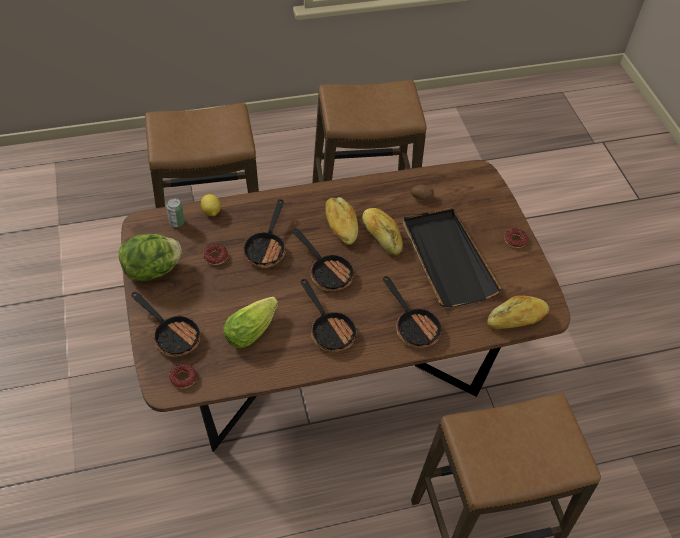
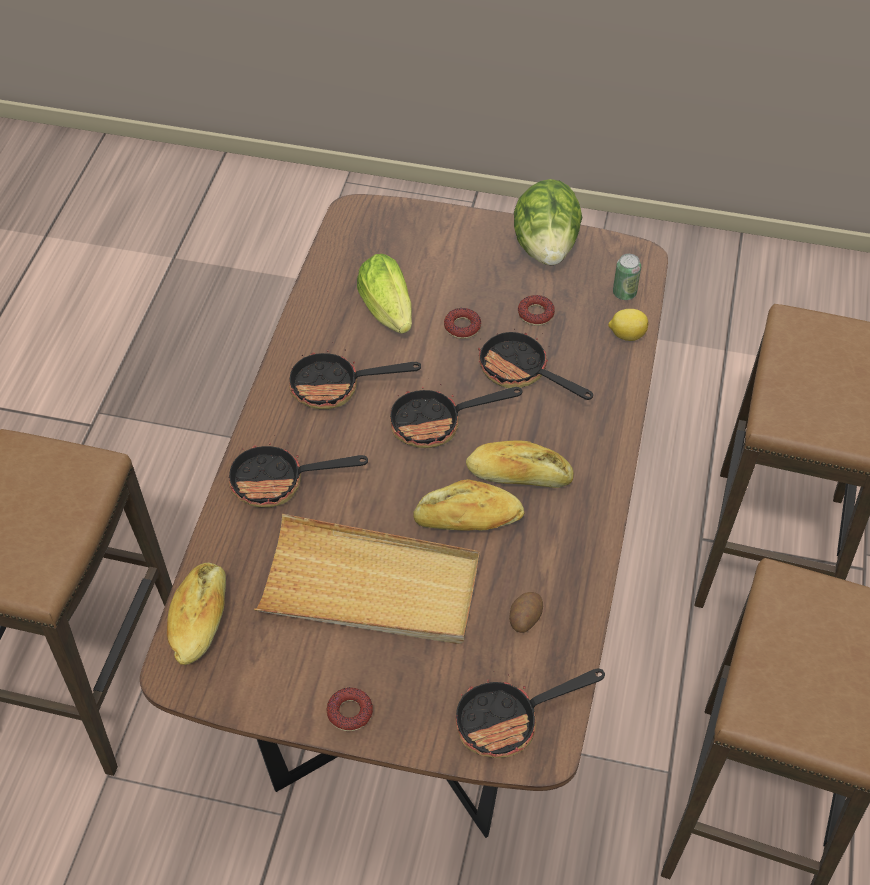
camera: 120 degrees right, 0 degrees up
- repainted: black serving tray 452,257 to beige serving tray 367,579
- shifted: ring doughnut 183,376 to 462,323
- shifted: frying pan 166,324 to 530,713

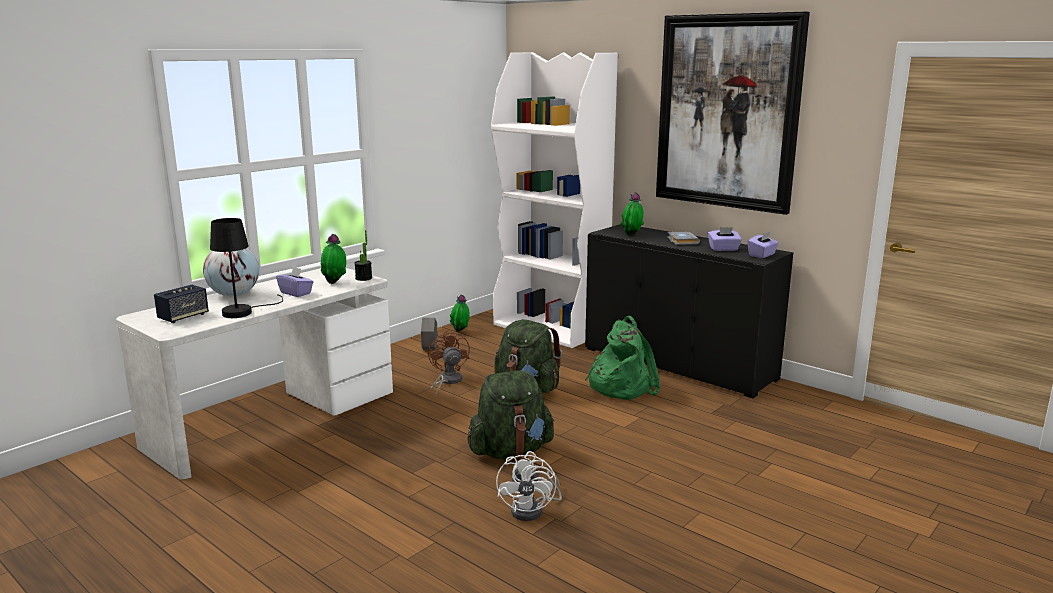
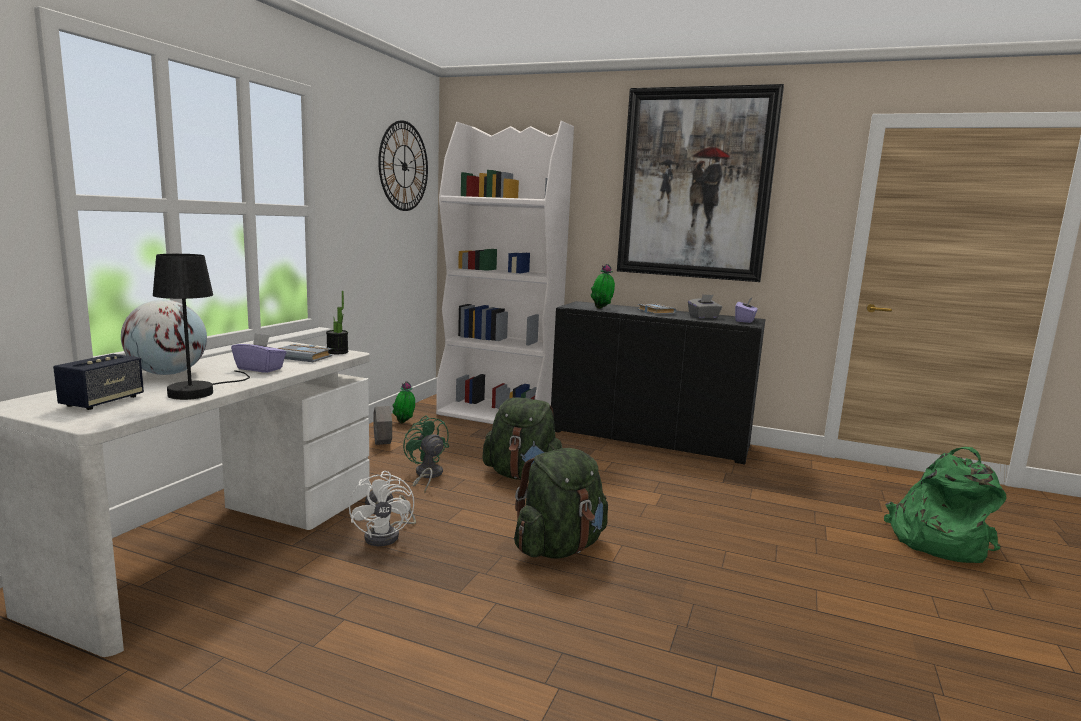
camera: 20 degrees left, 5 degrees down
- swapped: houseplant 333,259 to grey bound book 304,353
- shifted: whitish cooling fan 529,486 to 382,508
- new: hanging clock 403,165
- repainted: brownish cooling fan 449,362 to green cooling fan 426,454
- repainted: purplish box of tissues 725,239 to grey box of tissues 705,307
- shifted: green backpack 622,358 to 945,505

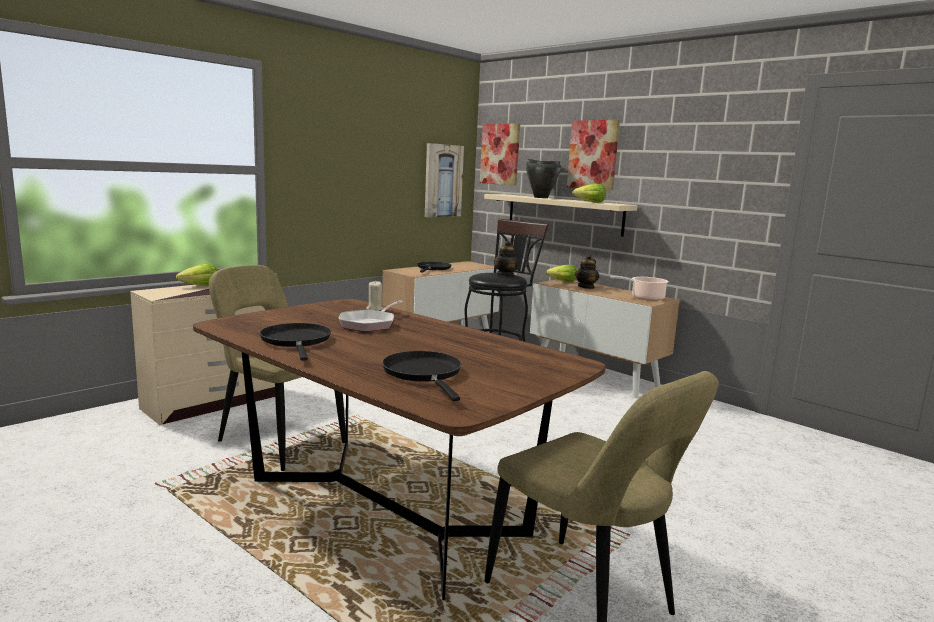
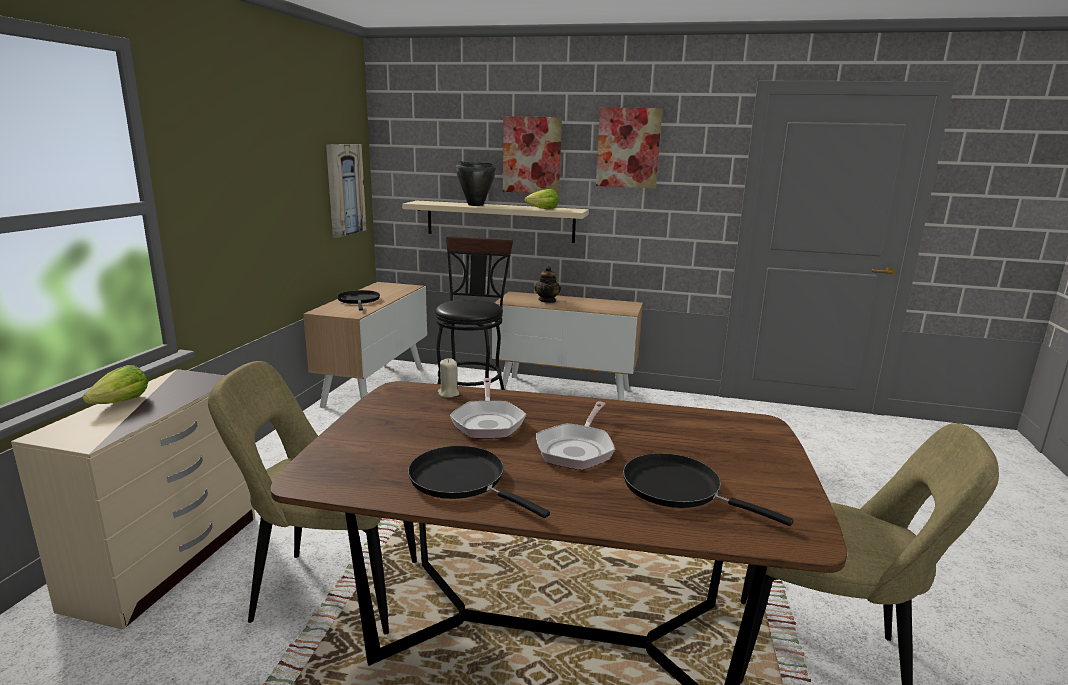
camera: 30 degrees left, 5 degrees up
- new: frying pan 575,436
- shifted: wall picture 500,154 to 629,148
- gone: tea pot 506,259
- gone: lettuce head 561,273
- gone: saucepot 639,288

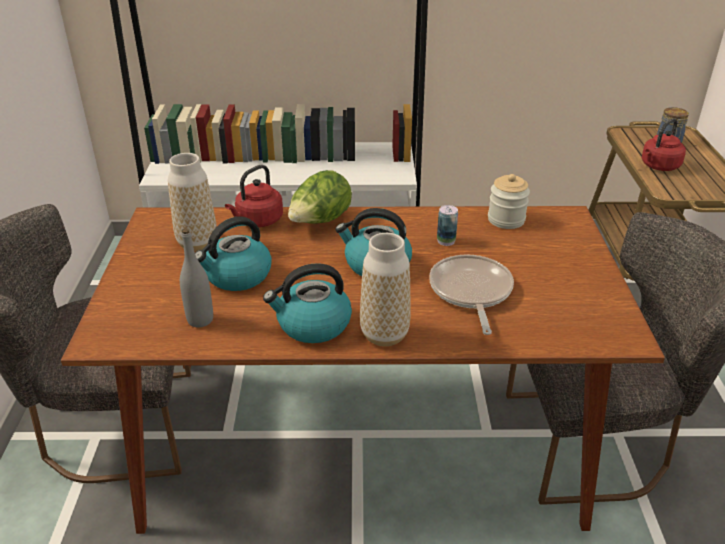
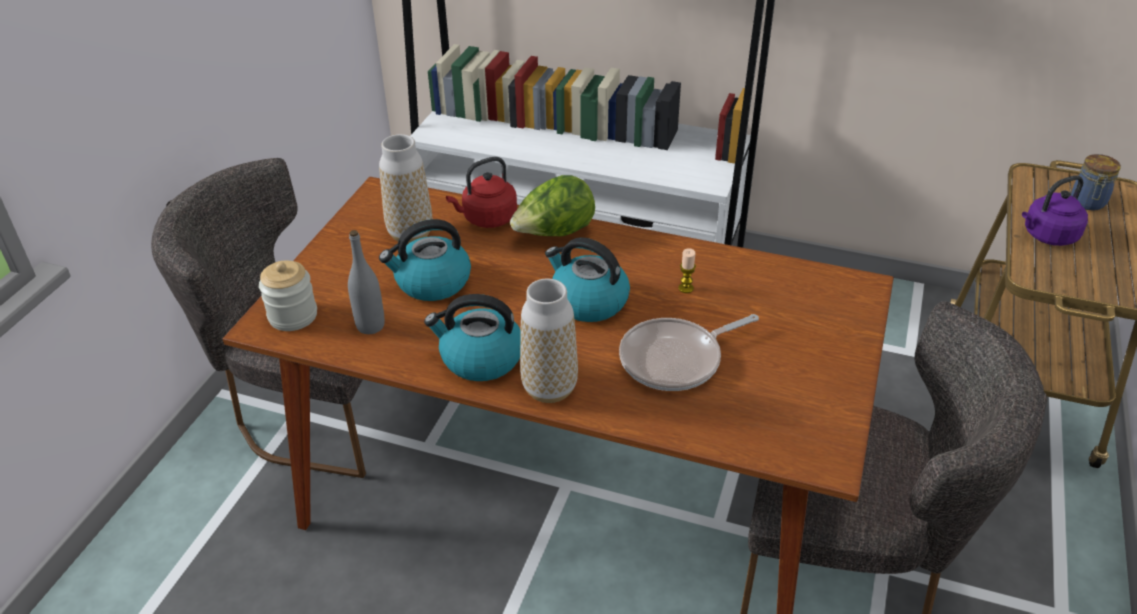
camera: 20 degrees right, 5 degrees up
- shifted: preserve jar 509,201 to 288,296
- rotated: frying pan 471,295 = 689,352 135 degrees counterclockwise
- swapped: metal can 447,225 to candle 687,270
- repainted: red-coloured kettle 664,144 to purplish kettle 1055,210

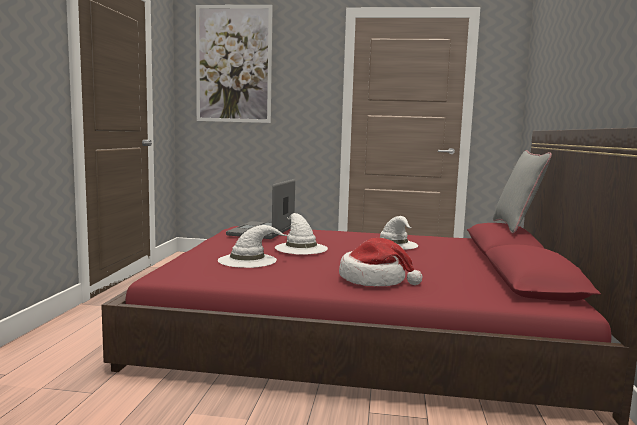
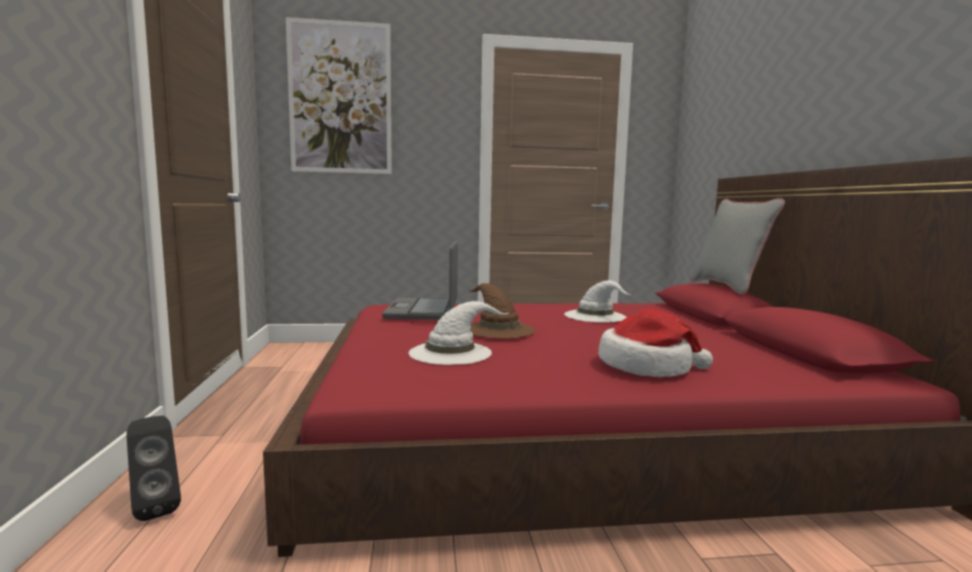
camera: 15 degrees left, 0 degrees up
- new: black audio speaker 154,468
- repainted: whitish hat 301,234 to brownish hat 501,310

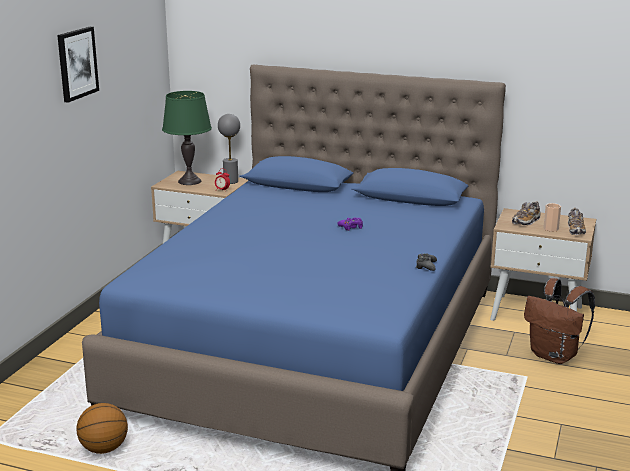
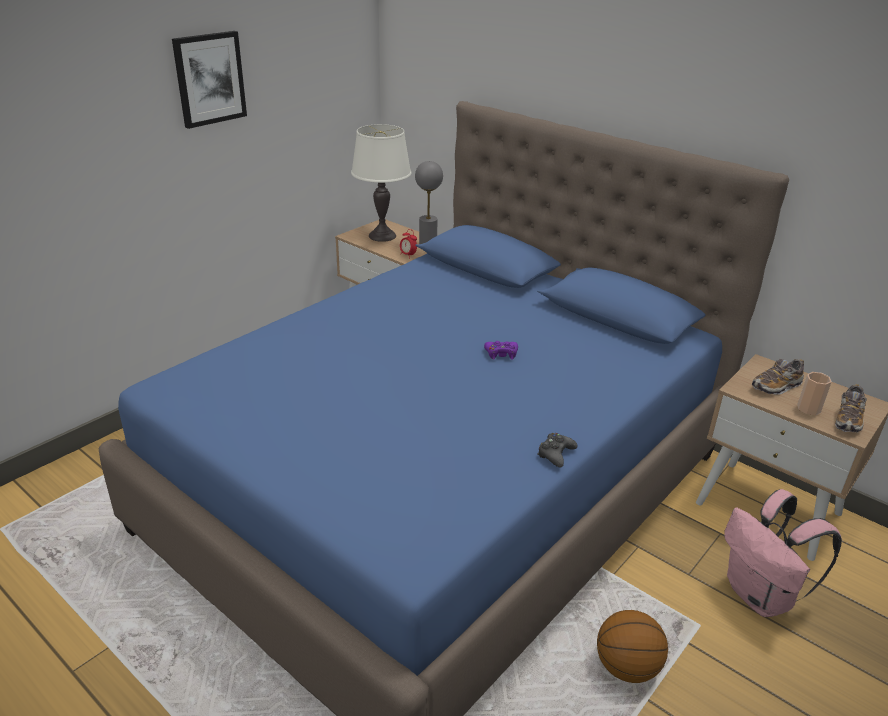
camera: 20 degrees right, 10 degrees up
- repainted: green lamp for a table 187,138 to whitish lamp for a table 381,183
- shifted: basketball ball 102,428 to 632,646
- repainted: brownish backpack 559,321 to pinkish backpack 783,553

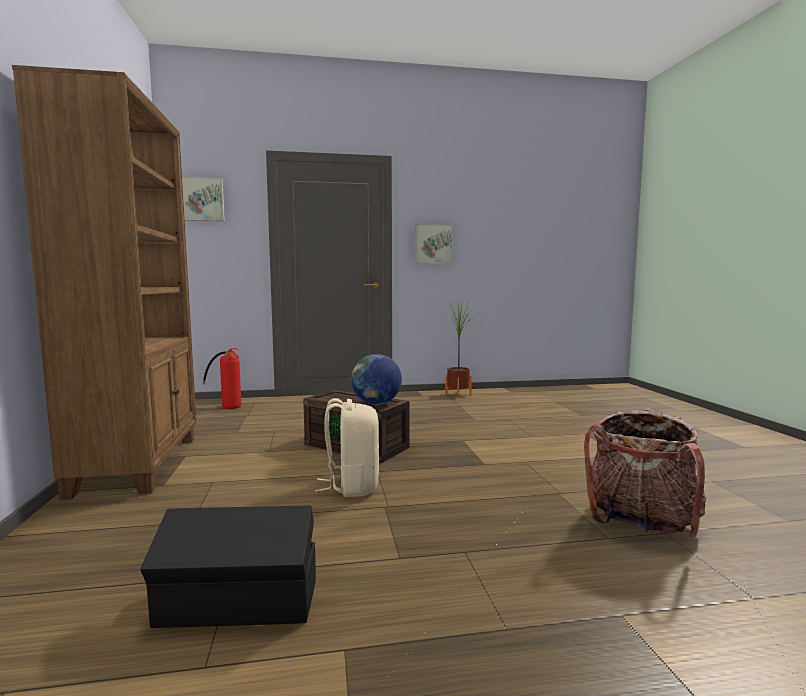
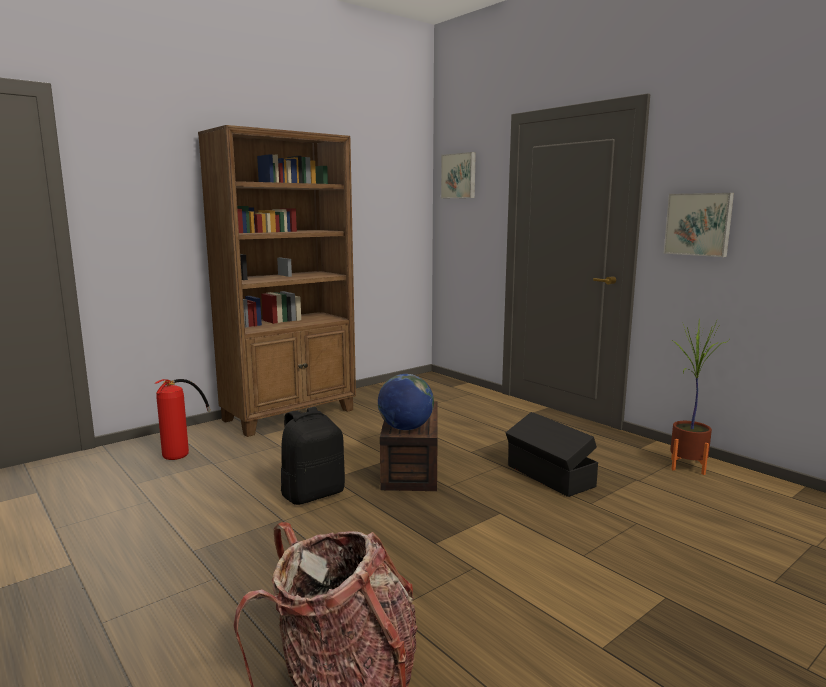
camera: 60 degrees right, 5 degrees up
- shifted: fire extinguisher 222,378 to 183,419
- repainted: beige backpack 347,447 to black backpack 313,456
- shifted: black storage bin 228,567 to 552,454

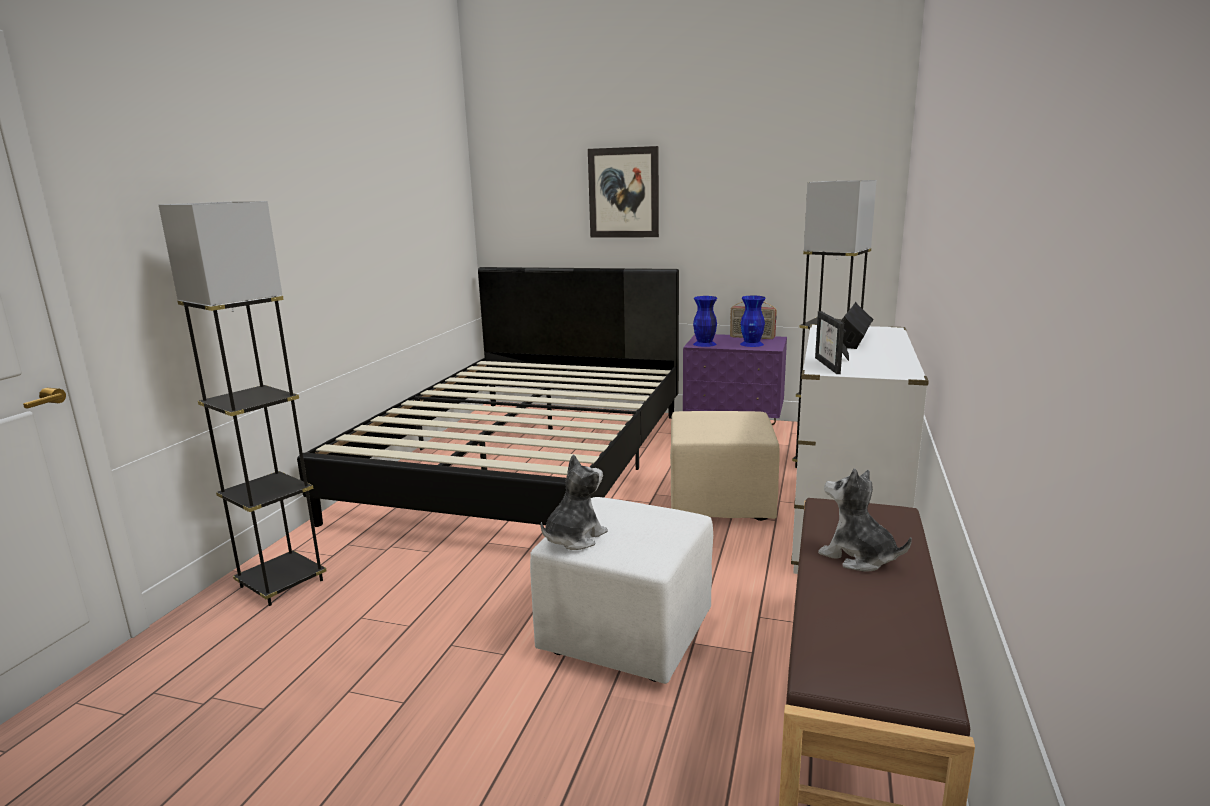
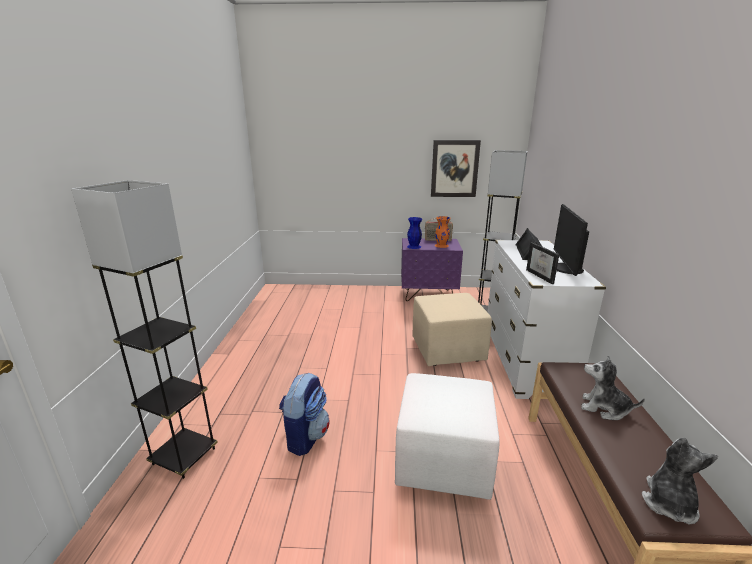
camera: 15 degrees left, 5 degrees up
- new: backpack 304,414
- shifted: wall picture 623,192 to 456,168
- repainted: bluish decorative vase 752,321 to orange decorative vase 443,232
- new: computer display 571,240
- shifted: soft toy 574,502 to 680,480
- gone: black sleeping bed 488,397

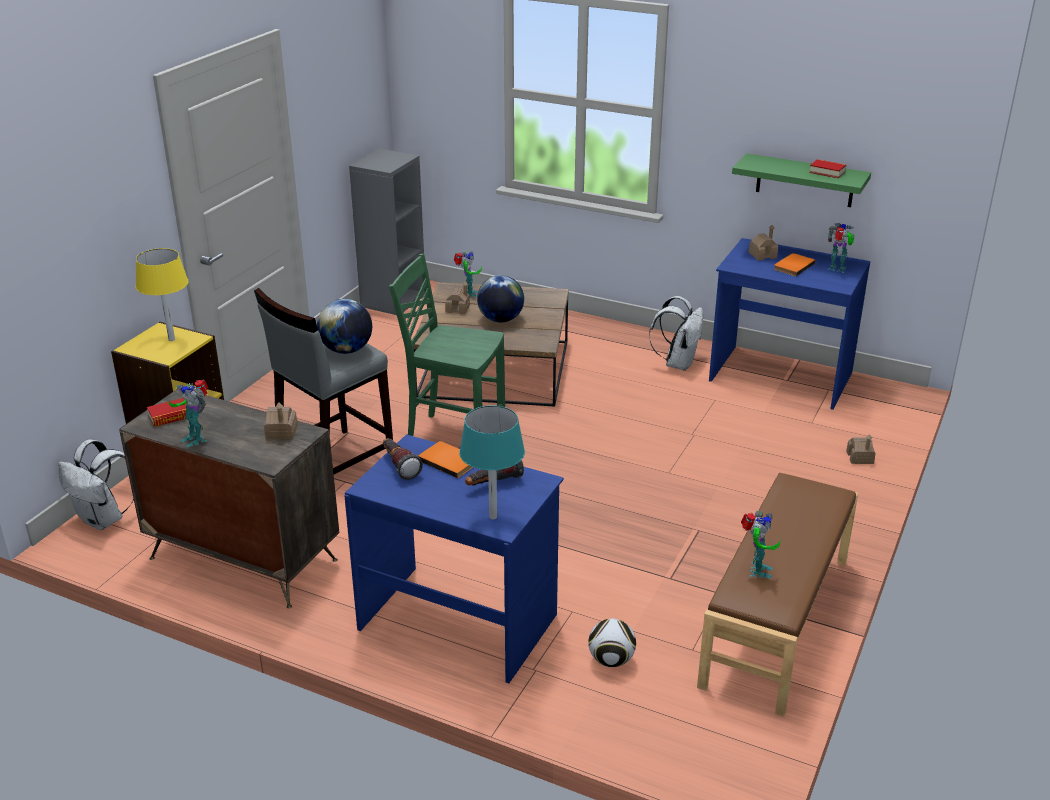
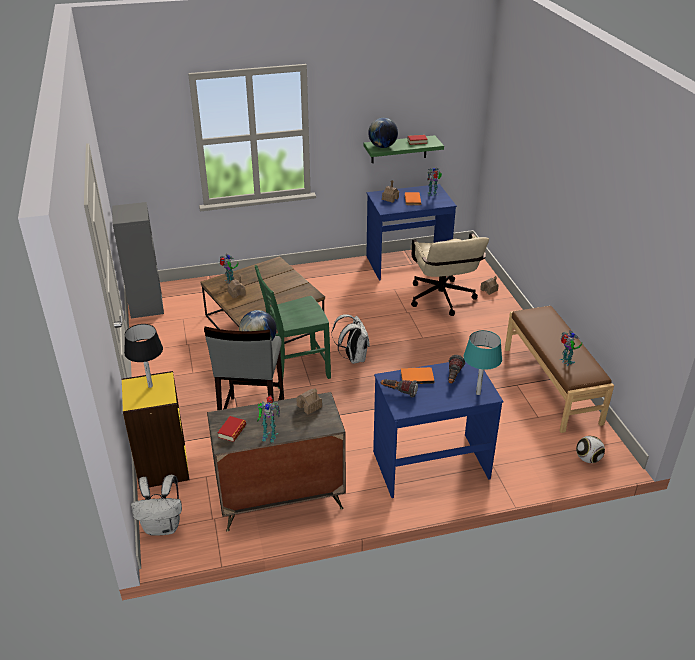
camera: 40 degrees left, 5 degrees up
- repainted: yellowish lamp for a table 162,294 to black lamp for a table 143,356
- shifted: whitish backpack 676,333 to 351,339
- shifted: globe 500,298 to 383,133
- new: beige office chair 449,274
- shifted: ball for football 612,642 to 590,449

